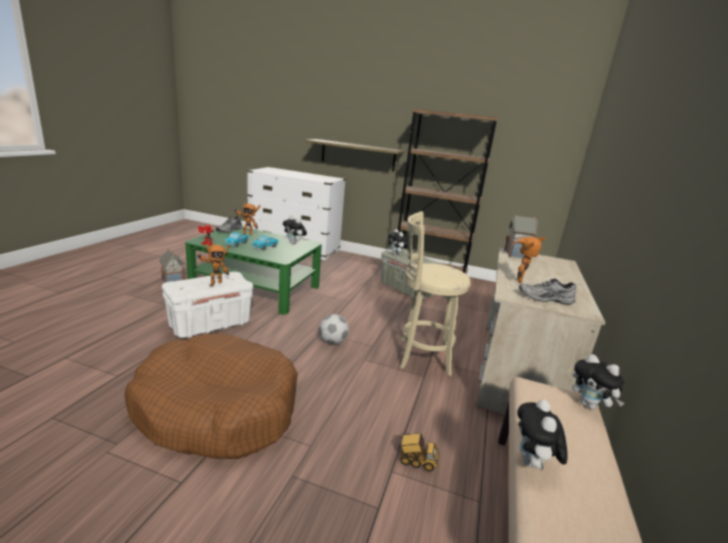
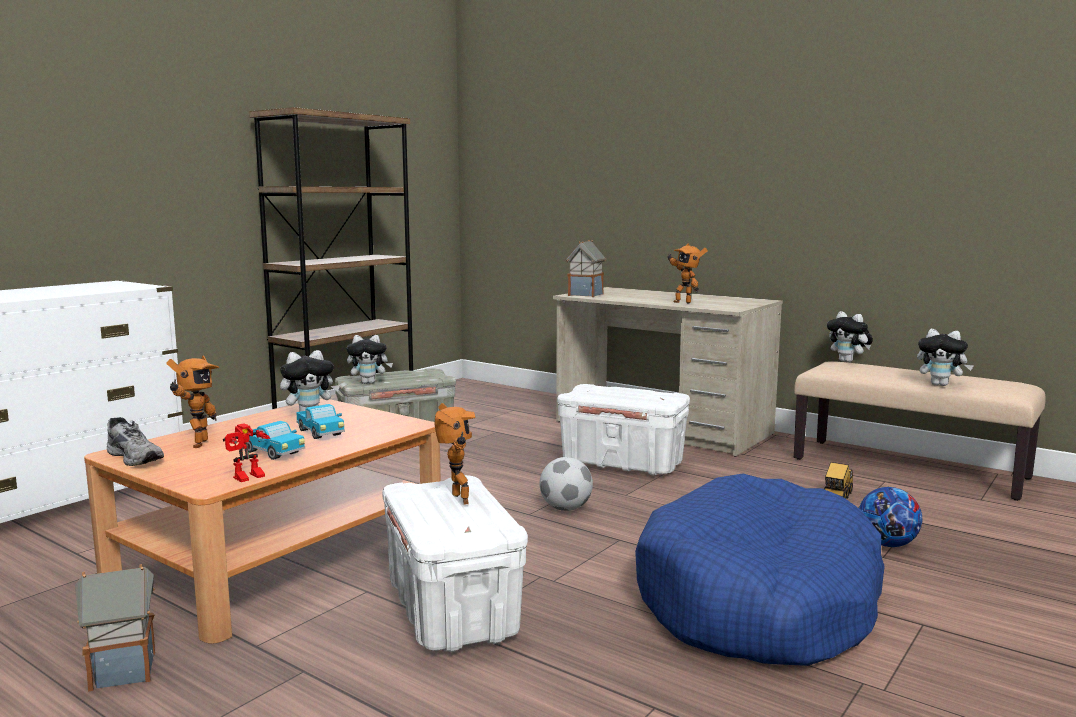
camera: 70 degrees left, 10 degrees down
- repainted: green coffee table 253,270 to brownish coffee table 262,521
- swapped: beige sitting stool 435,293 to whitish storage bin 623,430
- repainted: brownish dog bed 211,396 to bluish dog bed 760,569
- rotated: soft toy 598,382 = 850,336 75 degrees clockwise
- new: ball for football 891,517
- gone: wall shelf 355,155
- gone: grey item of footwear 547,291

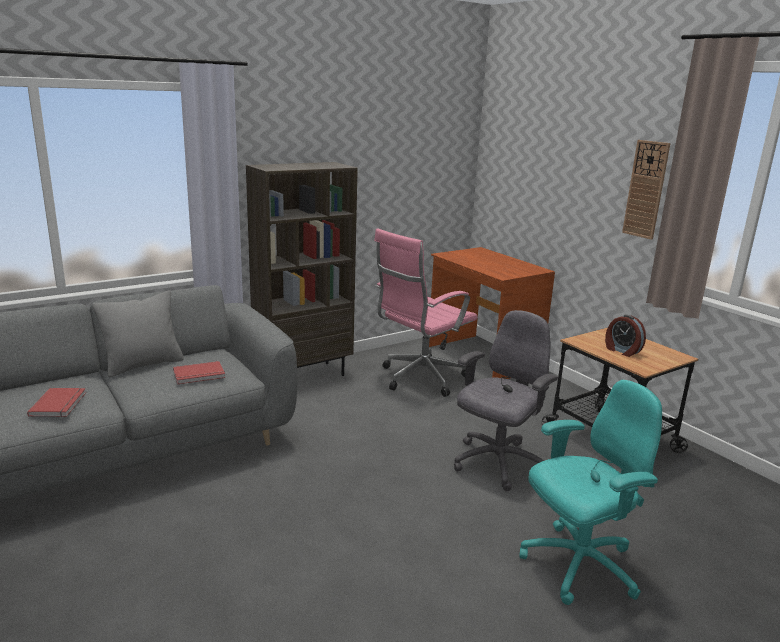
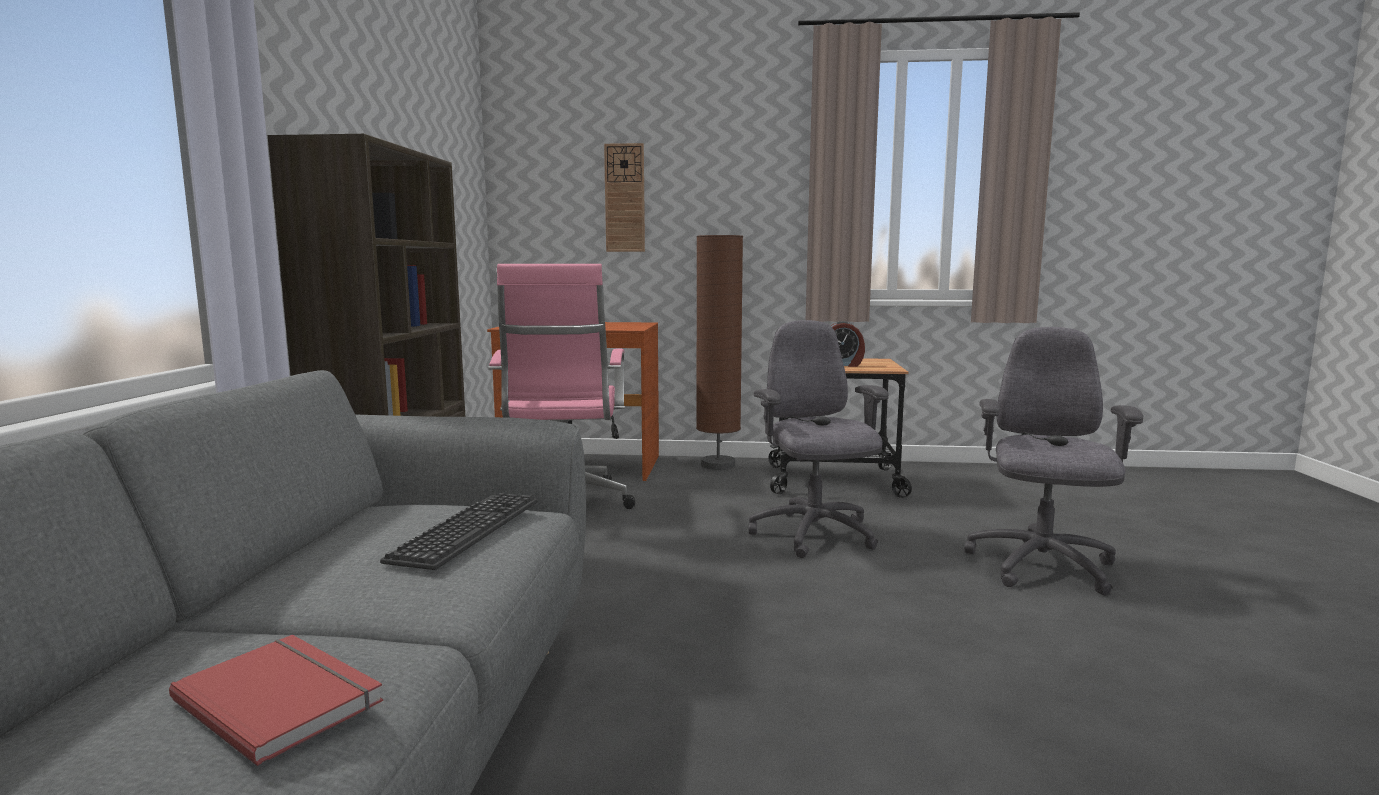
camera: 50 degrees left, 10 degrees down
- swapped: red-coloured bound book 199,372 to PC keyboard 458,531
- shifted: hanging clock 646,190 to 624,197
- new: brownish standard lamp 719,352
- repainted: blue-green office chair 590,492 to grey office chair 1053,461
- gone: grey pillow 138,334

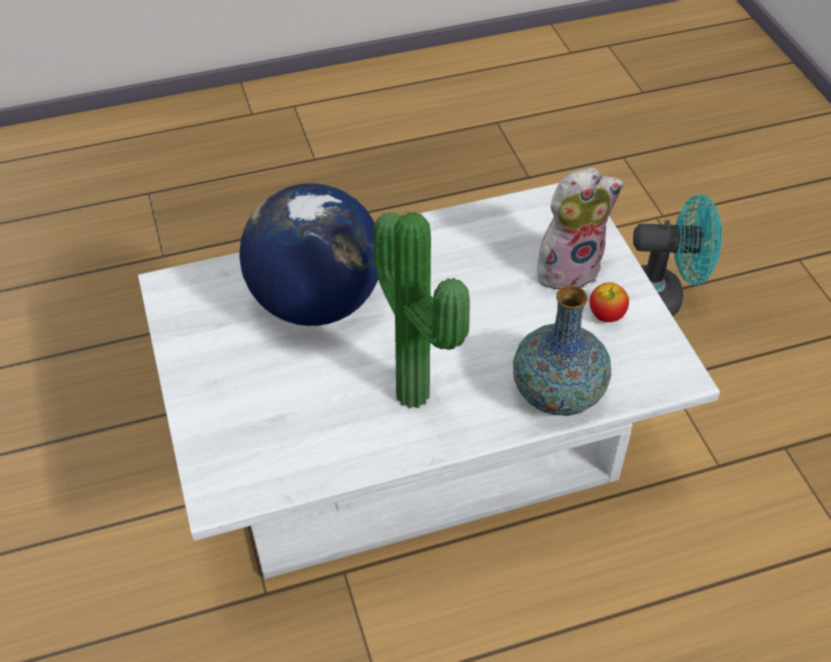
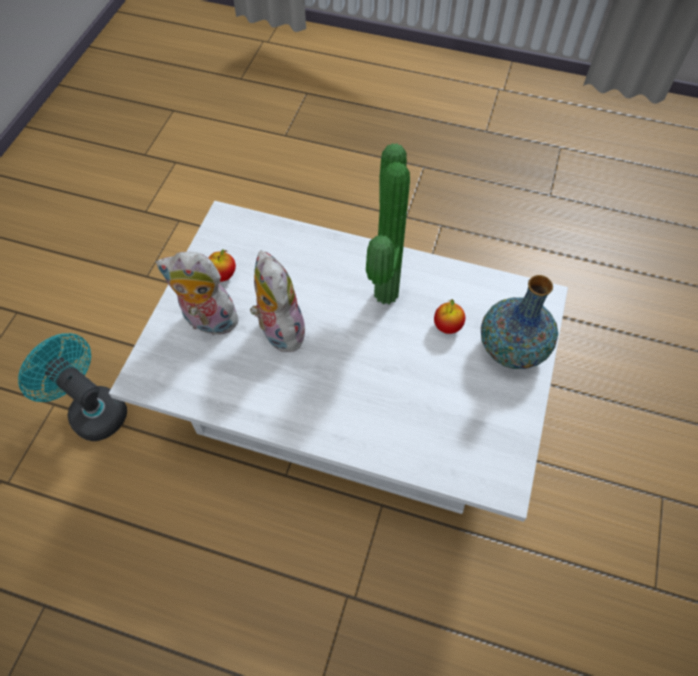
camera: 145 degrees left, 10 degrees up
- new: soft toy 277,301
- new: apple 449,316
- shifted: decorative vase 562,350 to 519,322
- gone: globe 308,254

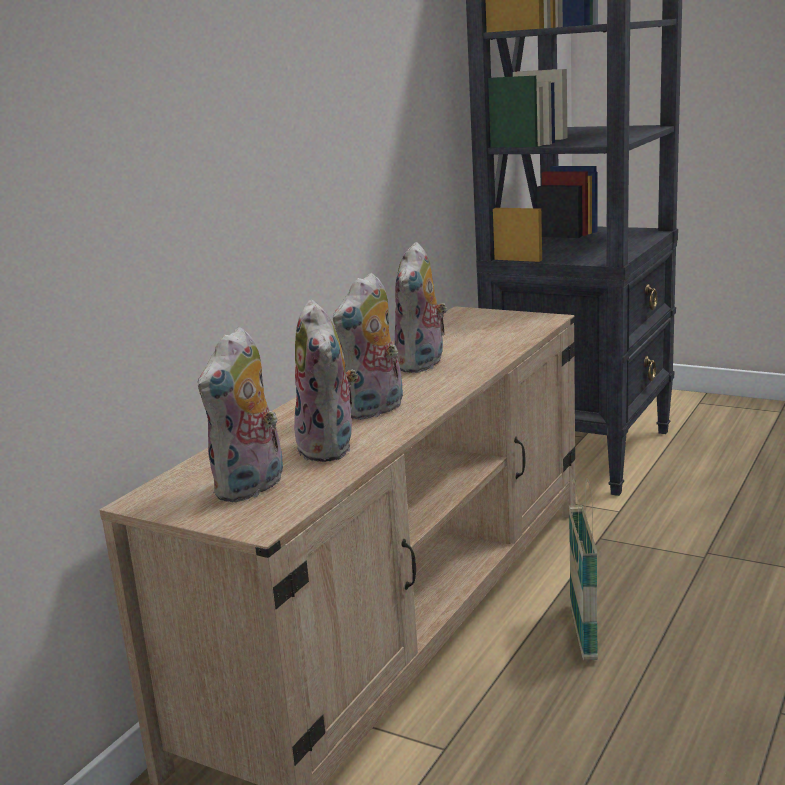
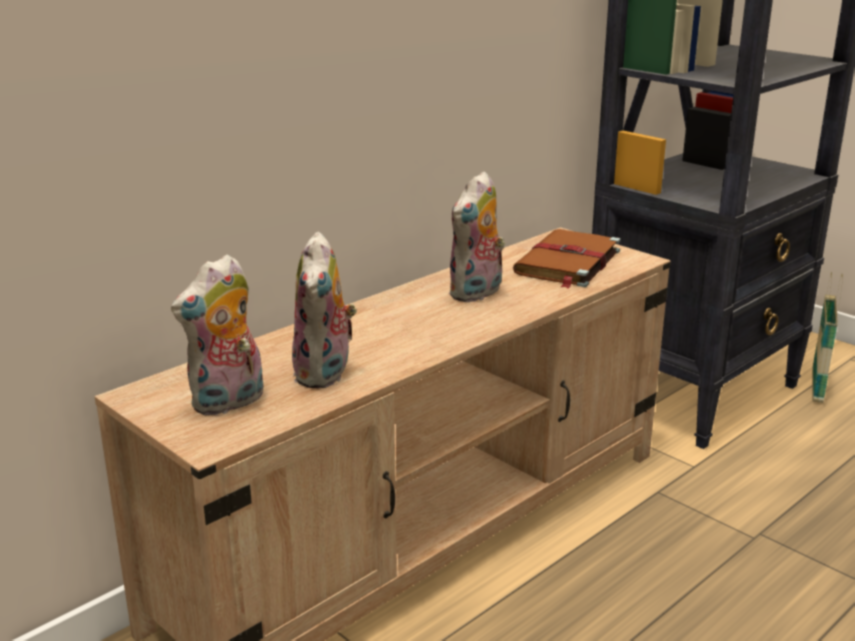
camera: 15 degrees right, 5 degrees up
- new: brownish bound book 567,259
- shifted: basket 583,569 to 827,337
- gone: soft toy 368,346

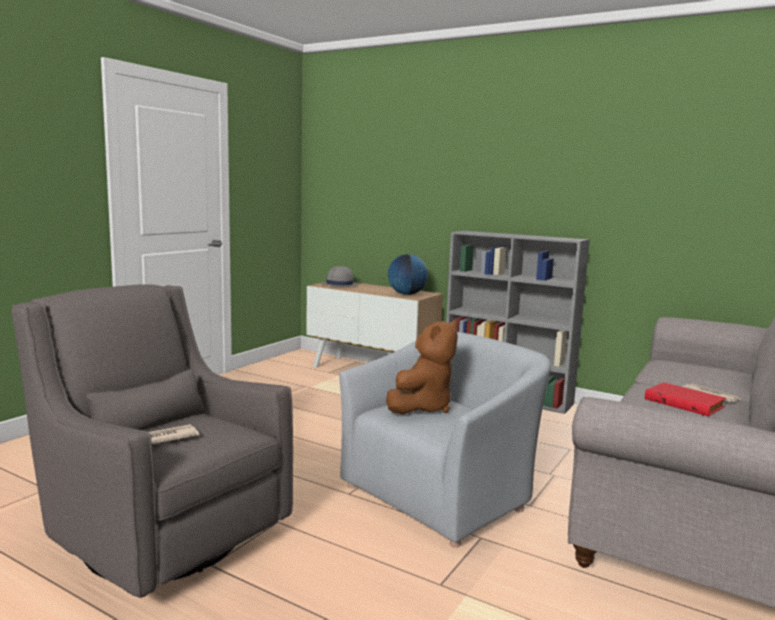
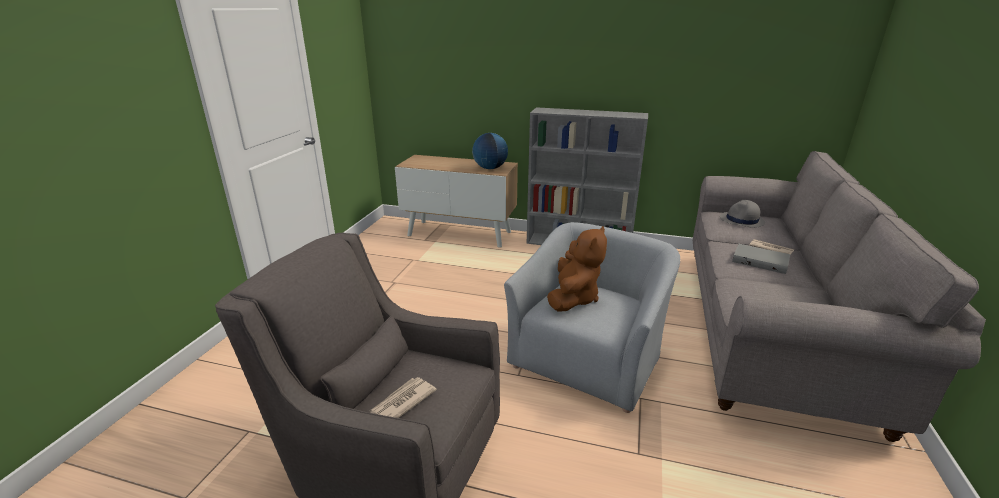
camera: 15 degrees left, 15 degrees up
- shifted: grey hat 340,276 to 742,214
- repainted: red-coloured bound book 685,399 to grey bound book 761,259

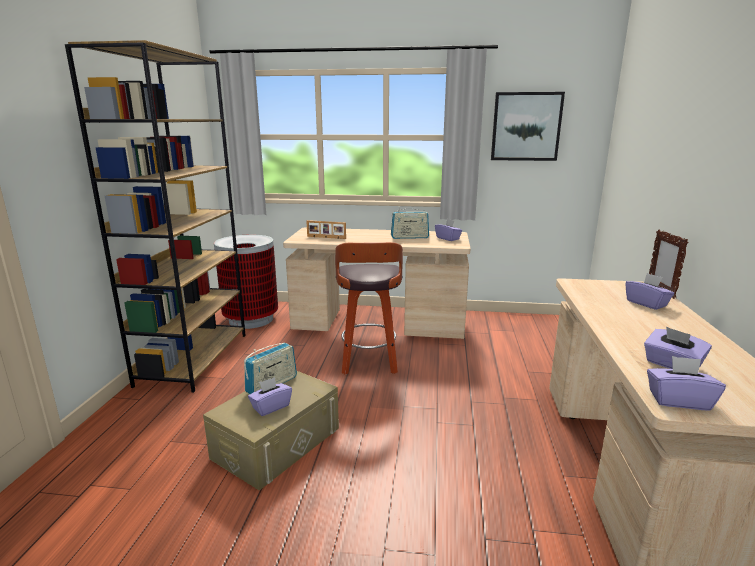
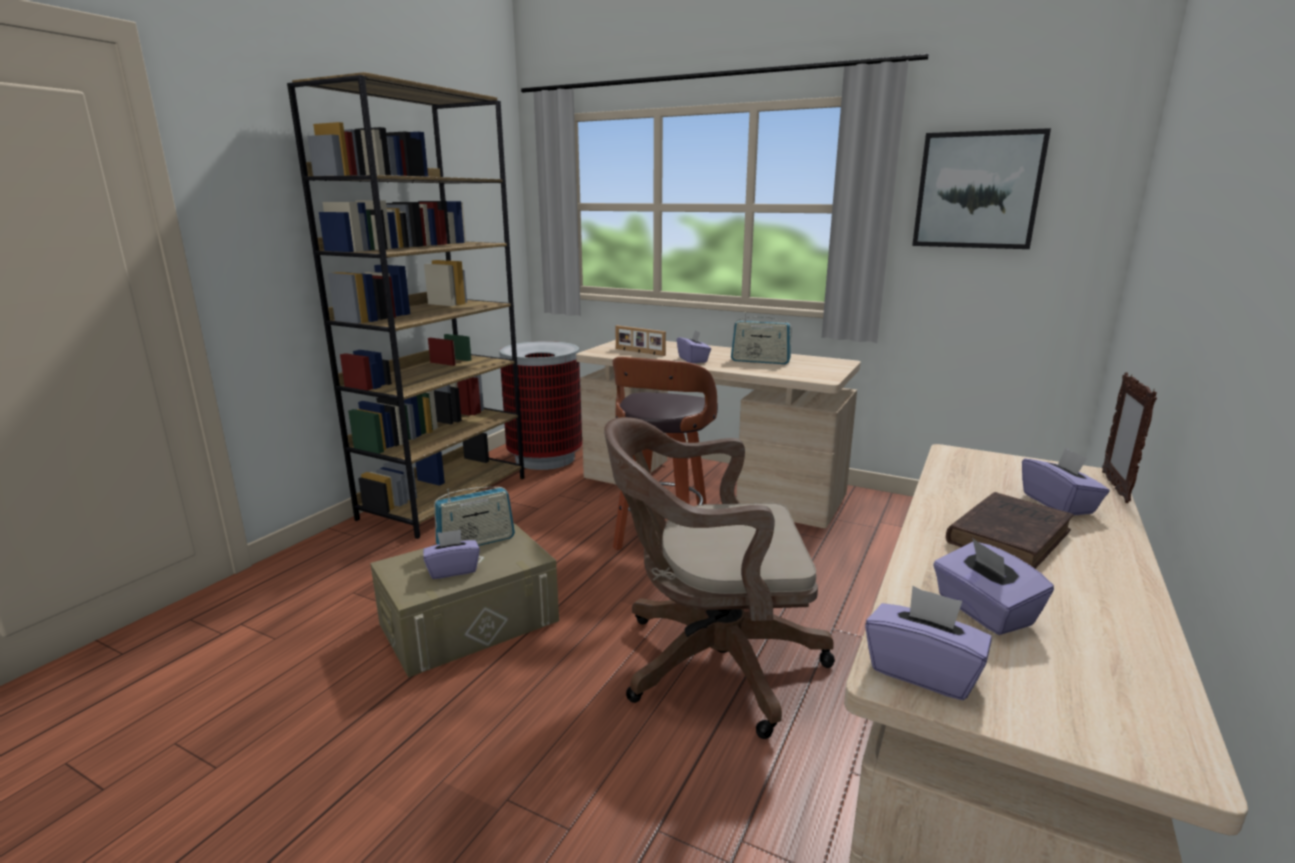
camera: 20 degrees right, 0 degrees up
- new: brownish office chair 719,578
- shifted: purplish box of tissues 448,230 to 694,346
- new: brownish bound book 1010,530

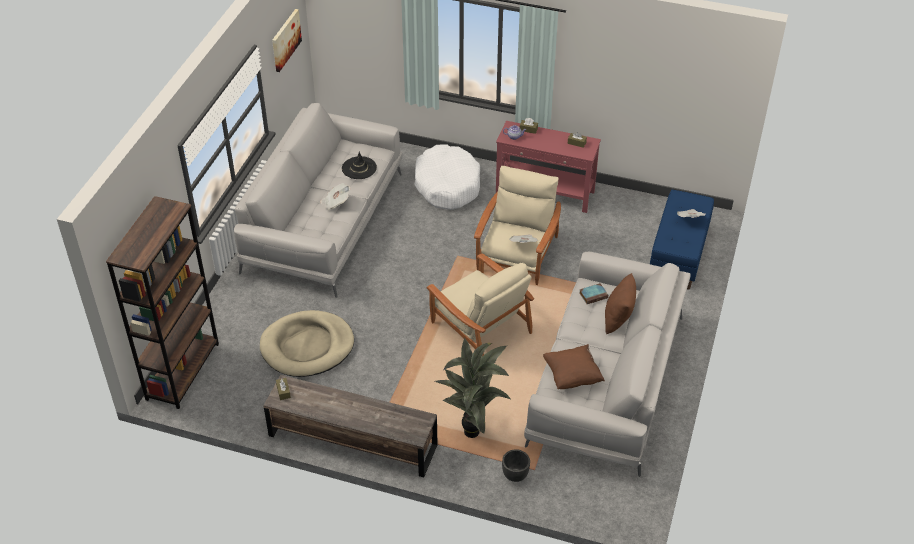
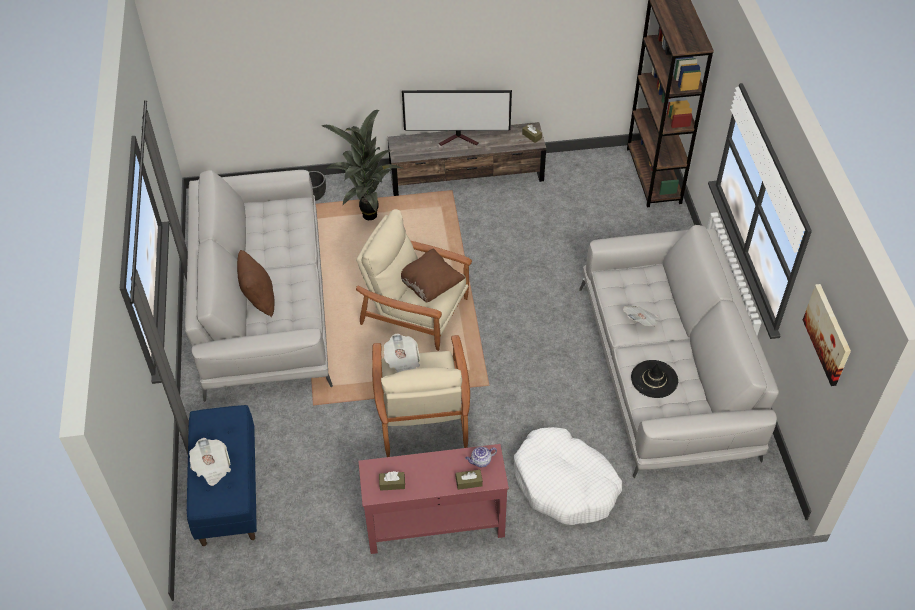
camera: 155 degrees right, 5 degrees up
- shifted: brownish pillow 574,366 to 433,275
- new: TV 457,118
- gone: beige dog bed 307,343
- gone: bound book 593,293

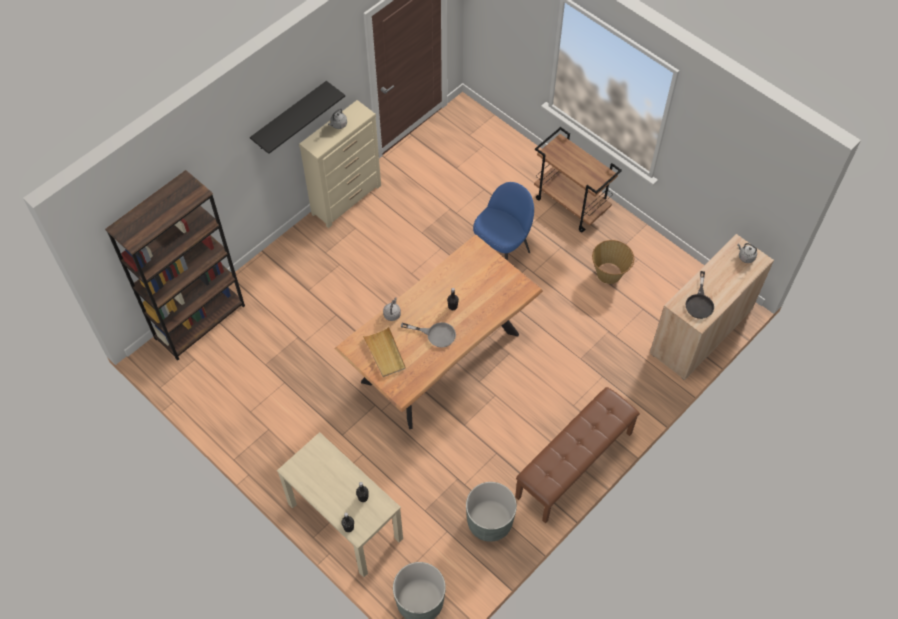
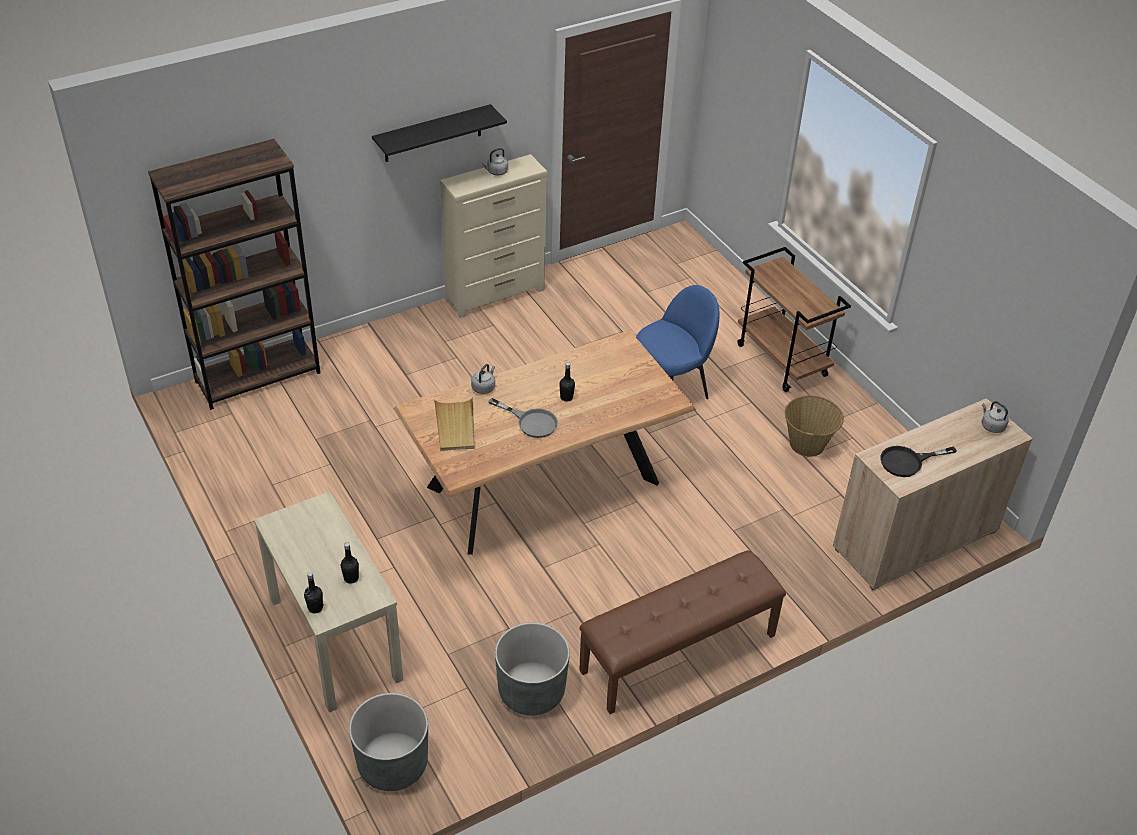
camera: 15 degrees right, 15 degrees down
- rotated: black frying pan 700,295 = 919,461 45 degrees clockwise

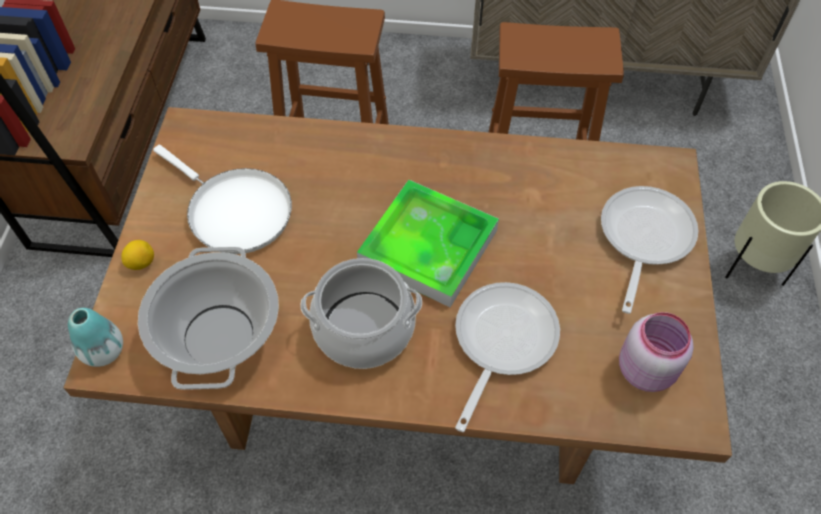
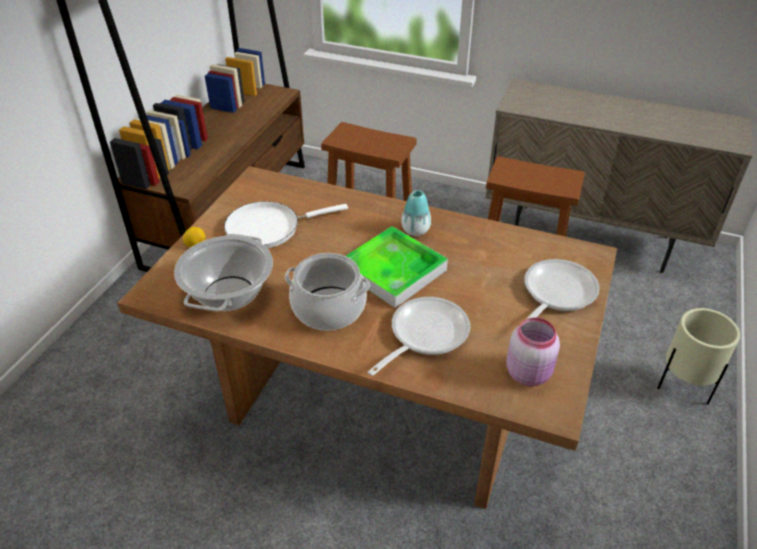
camera: 15 degrees right, 15 degrees down
- rotated: whitish frying pan 222,199 = 286,224 105 degrees clockwise
- shifted: decorative vase 95,337 to 416,213

